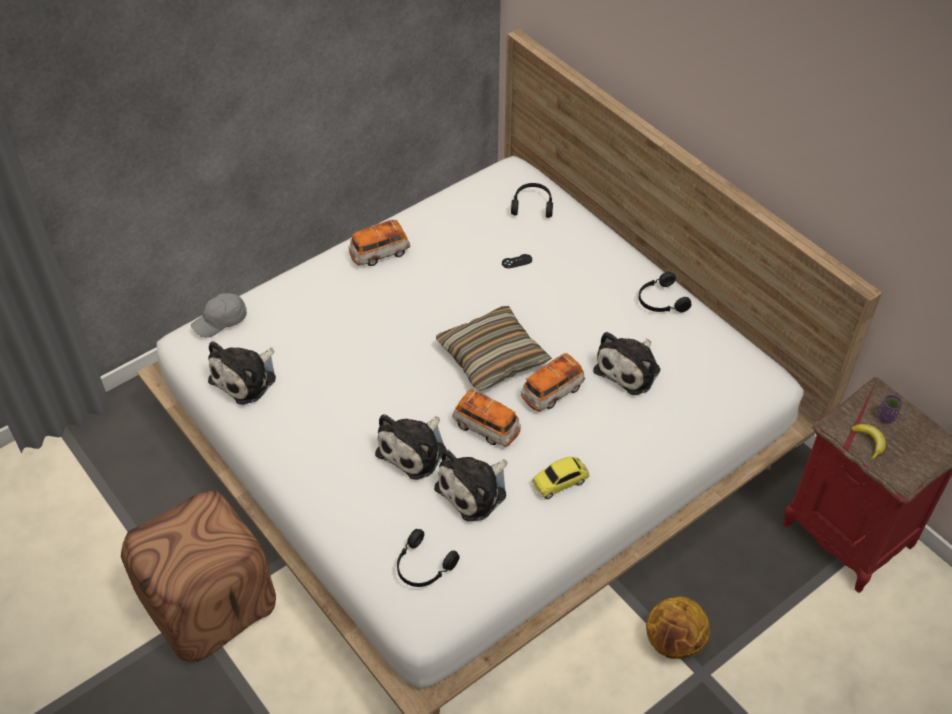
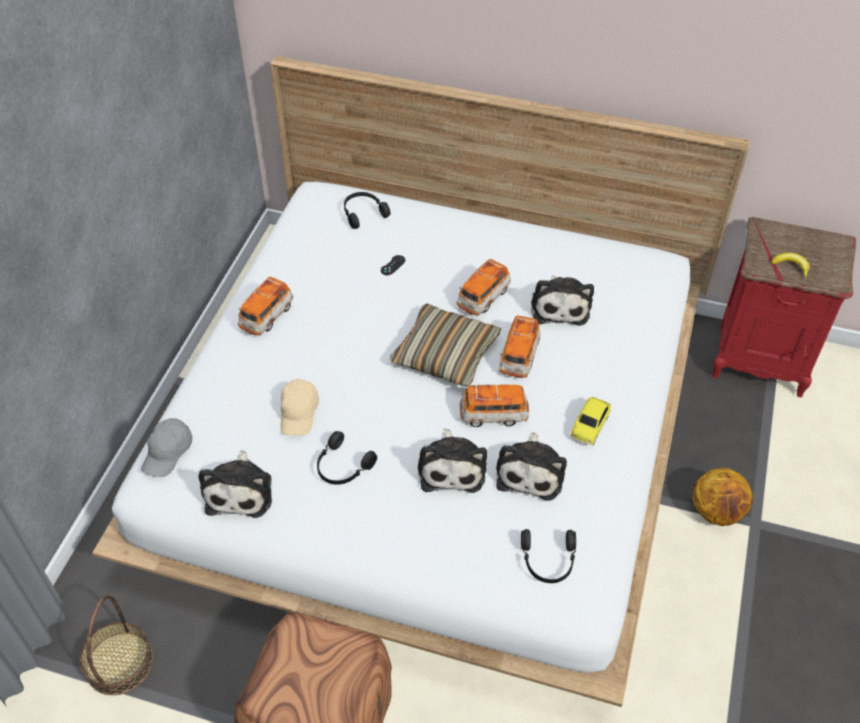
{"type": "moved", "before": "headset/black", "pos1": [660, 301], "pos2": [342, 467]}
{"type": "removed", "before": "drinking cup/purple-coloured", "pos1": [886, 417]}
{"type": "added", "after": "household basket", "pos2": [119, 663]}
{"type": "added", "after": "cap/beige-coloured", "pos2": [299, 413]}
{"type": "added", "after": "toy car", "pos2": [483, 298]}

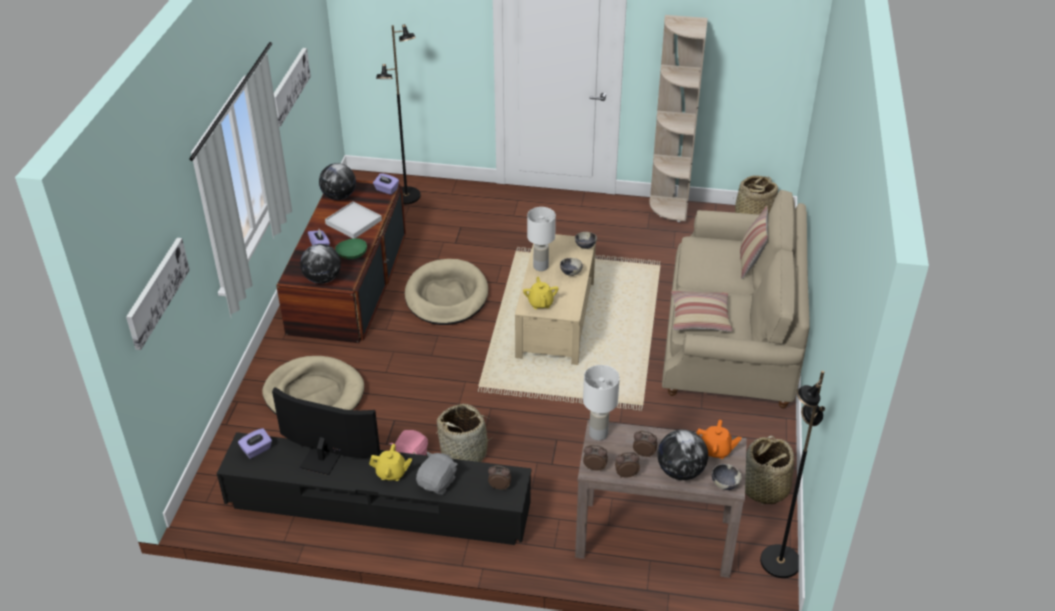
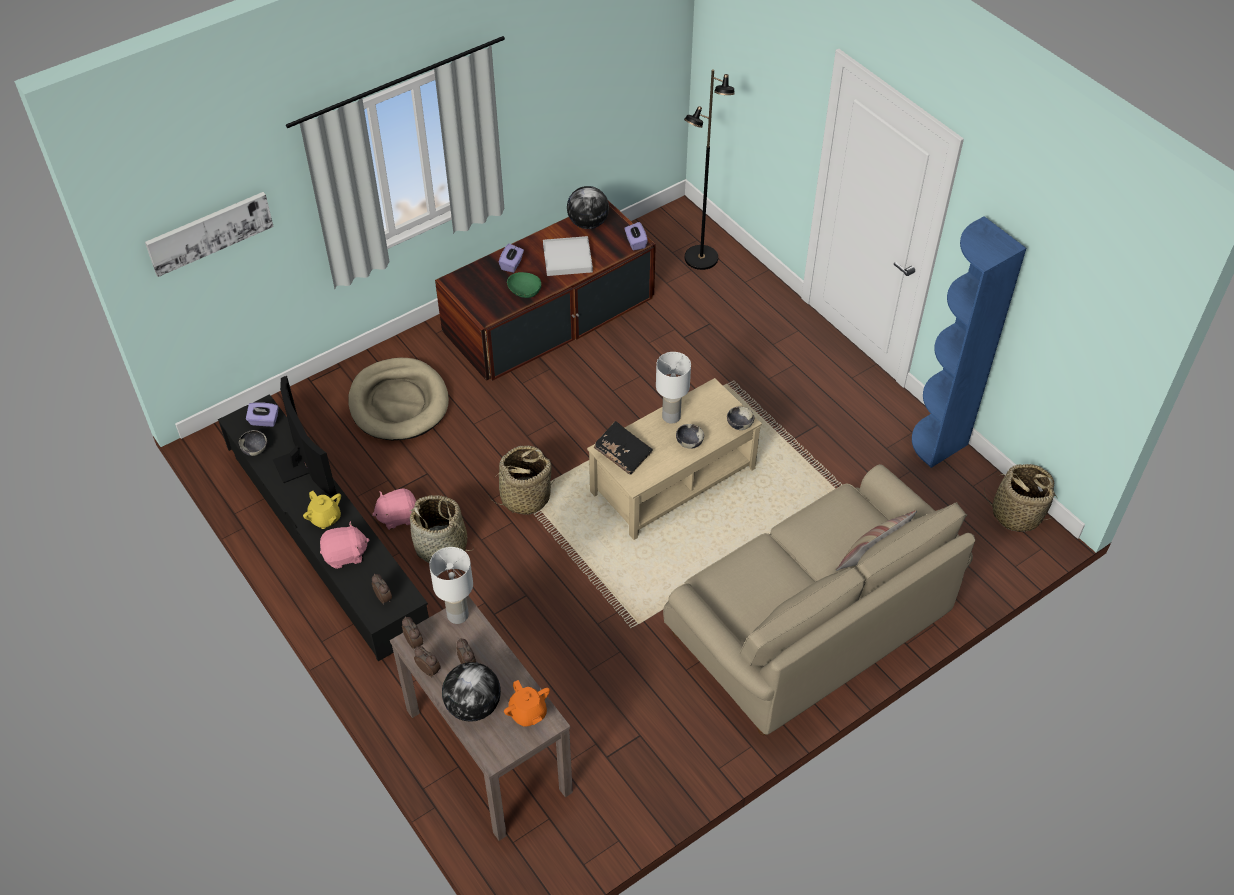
{"type": "removed", "before": "wall picture", "pos1": [289, 86]}
{"type": "removed", "before": "desk globe", "pos1": [323, 279]}
{"type": "removed", "before": "dog cushion/beige-coloured", "pos1": [446, 296]}
{"type": "recoloured", "before": "soft toy/greyish", "after": "soft toy/pink-coloured", "pos1": [437, 483], "pos2": [345, 555]}
{"type": "replaced", "before": "tea pot/yellow", "after": "bound book/black", "pos1": [540, 303], "pos2": [623, 453]}
{"type": "recoloured", "before": "shelving unit/beige-coloured", "after": "shelving unit/bluish", "pos1": [668, 212], "pos2": [933, 445]}
{"type": "removed", "before": "throw pillow", "pos1": [700, 317]}
{"type": "moved", "before": "deep dish", "pos1": [724, 484], "pos2": [255, 450]}
{"type": "moved", "before": "household basket", "pos1": [764, 488], "pos2": [525, 497]}
{"type": "removed", "before": "standing lamp/black", "pos1": [779, 561]}

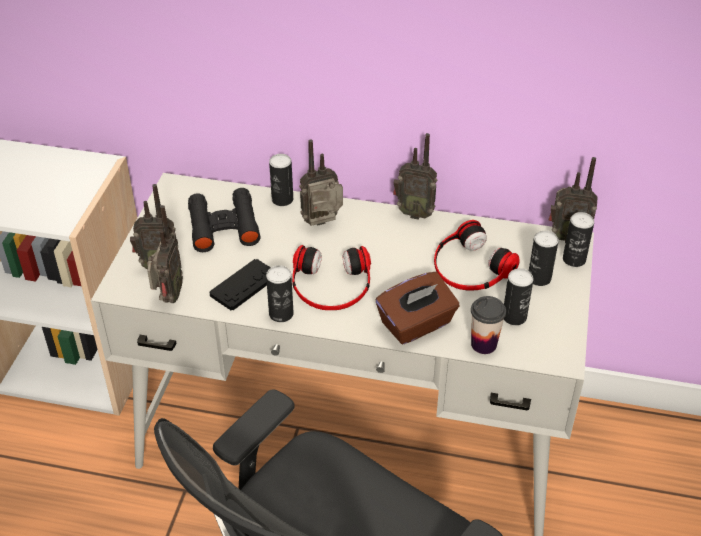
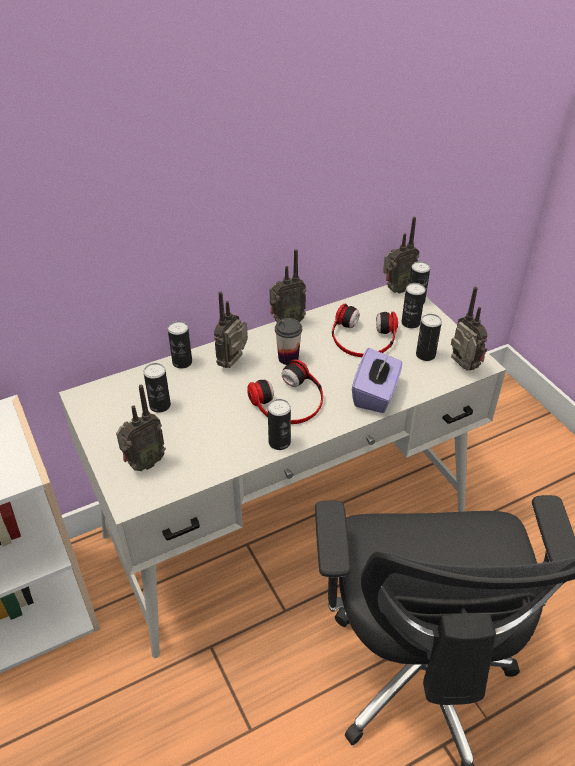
{"type": "moved", "before": "radio receiver", "pos1": [168, 298], "pos2": [462, 368]}
{"type": "replaced", "before": "pair of binoculars/black", "after": "can", "pos1": [223, 226], "pos2": [160, 405]}
{"type": "removed", "before": "gamepad/black", "pos1": [244, 285]}
{"type": "recoloured", "before": "tissue box/brown", "after": "tissue box/purple-coloured", "pos1": [416, 324], "pos2": [375, 394]}
{"type": "moved", "before": "drinking cup", "pos1": [483, 344], "pos2": [288, 358]}

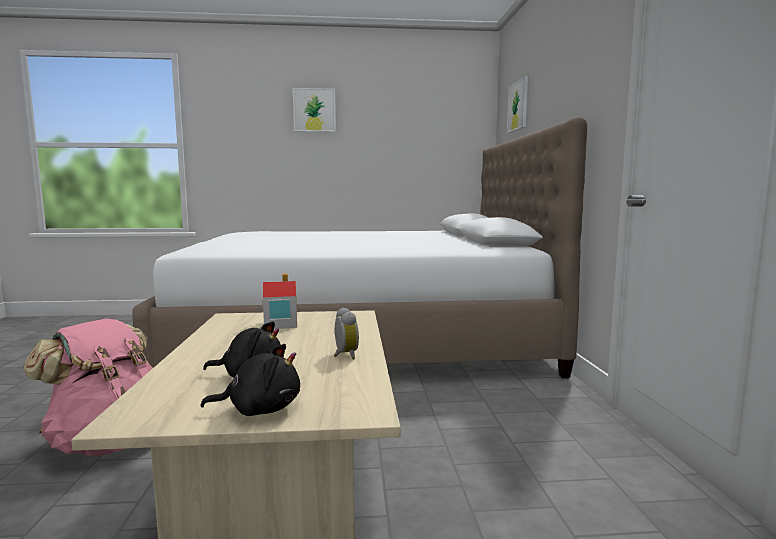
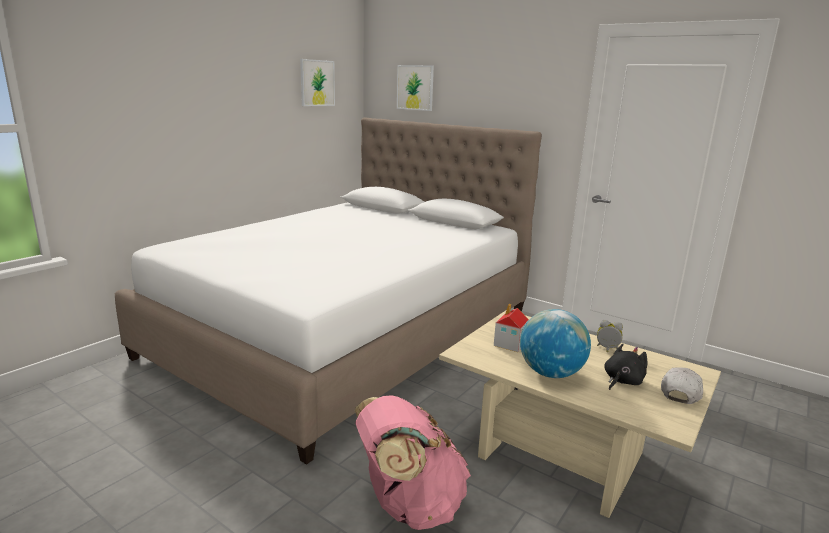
{"type": "replaced", "before": "soft toy/black", "after": "cap/white-coloured", "pos1": [260, 409], "pos2": [681, 392]}
{"type": "moved", "before": "wall picture", "pos1": [314, 110], "pos2": [317, 83]}
{"type": "added", "after": "desk globe", "pos2": [550, 373]}

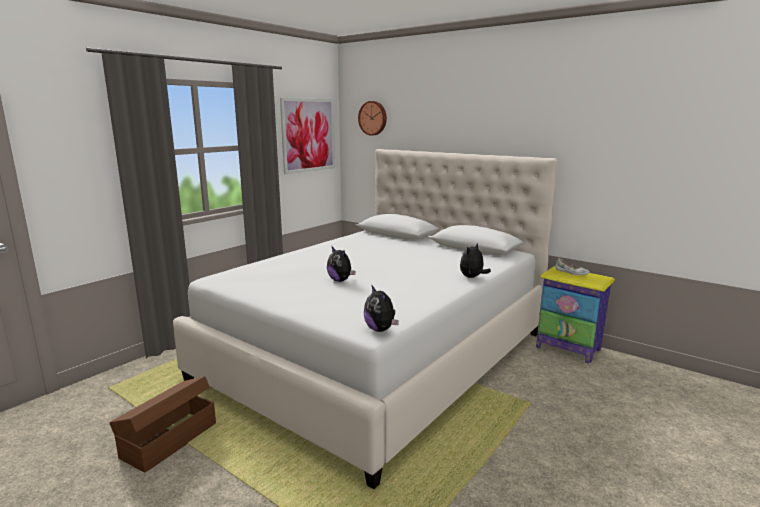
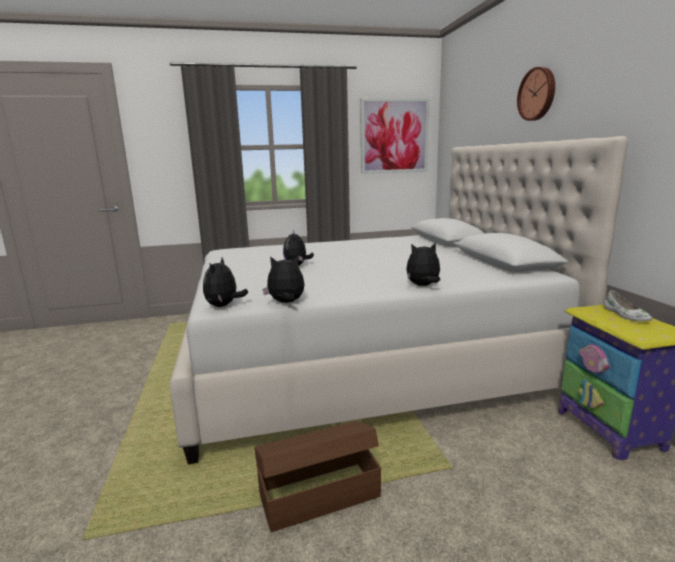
{"type": "moved", "before": "storage container/brown", "pos1": [168, 440], "pos2": [317, 494]}
{"type": "moved", "before": "clock on the wall", "pos1": [373, 118], "pos2": [537, 94]}
{"type": "added", "after": "soft toy", "pos2": [286, 303]}

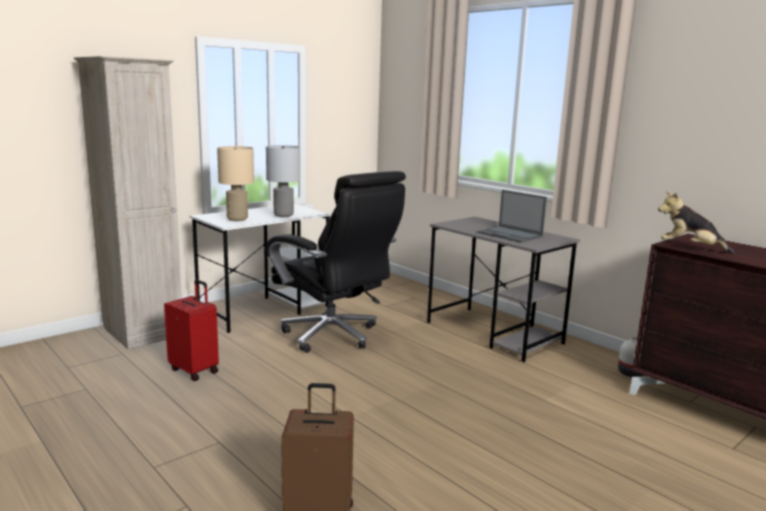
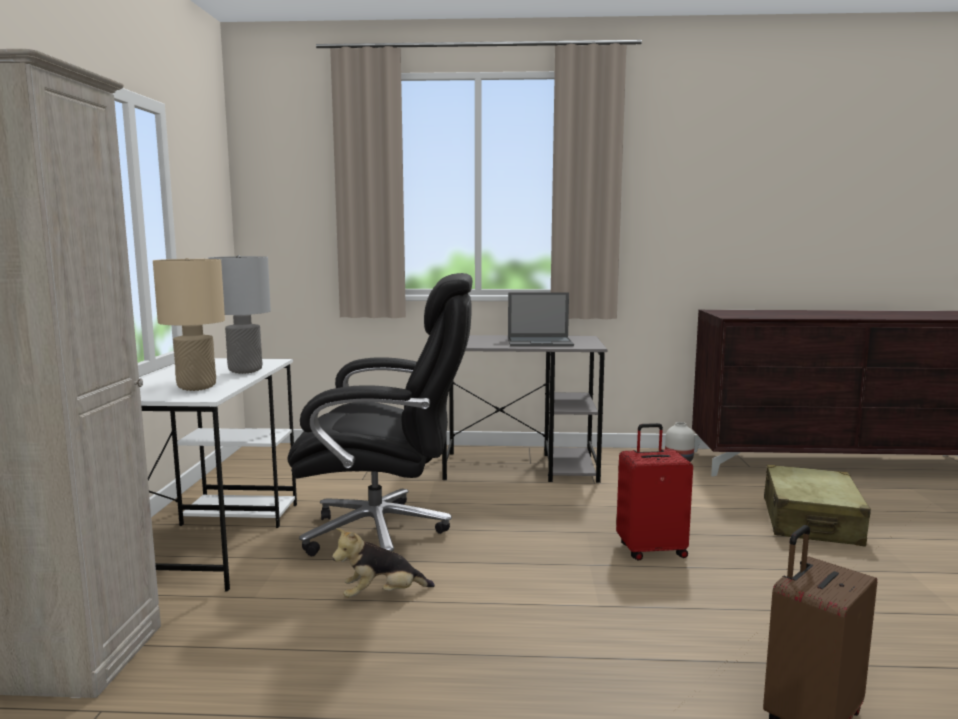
{"type": "moved", "before": "travel case/red", "pos1": [195, 370], "pos2": [651, 550]}
{"type": "moved", "before": "soft toy", "pos1": [689, 248], "pos2": [382, 596]}
{"type": "added", "after": "travel case/beige-coloured", "pos2": [811, 522]}

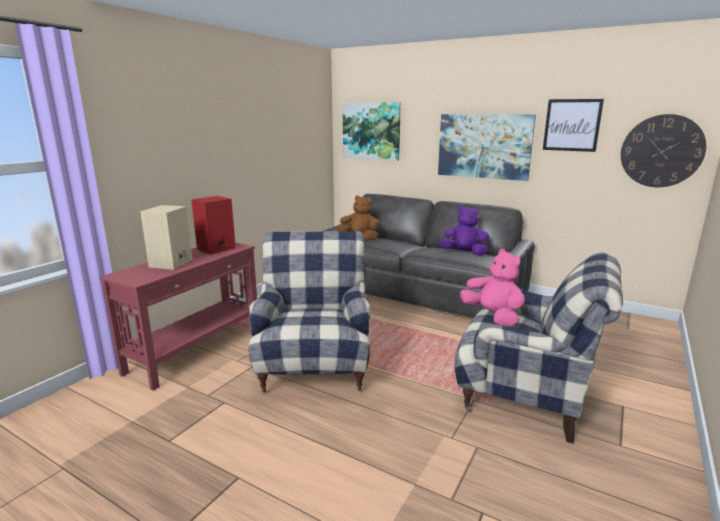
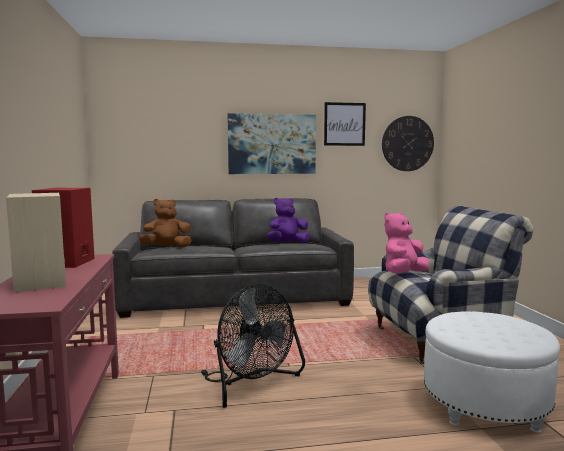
{"type": "replaced", "before": "armchair", "after": "electric fan/black", "pos1": [315, 368], "pos2": [249, 384]}
{"type": "removed", "before": "wall picture", "pos1": [371, 131]}
{"type": "turned", "before": "soft toy/pink-coloured", "pos1": [493, 316], "pos2": [404, 274], "turn": -60}
{"type": "added", "after": "pouffe/white-coloured", "pos2": [484, 407]}

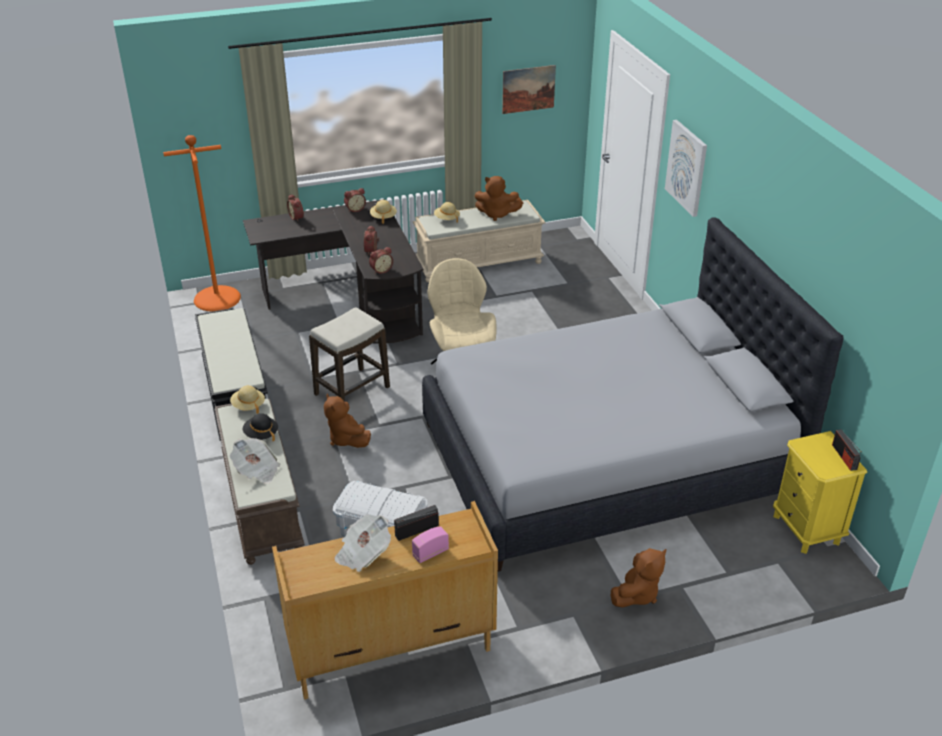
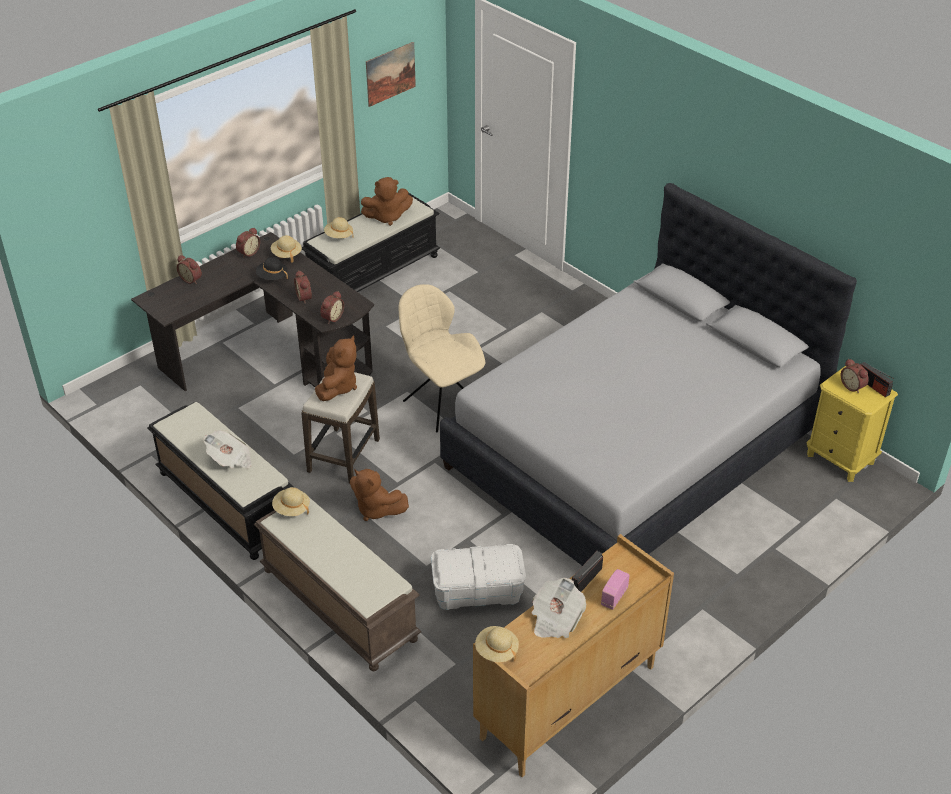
{"type": "removed", "before": "clothes rack/orange-coloured", "pos1": [217, 298]}
{"type": "moved", "before": "printed paper", "pos1": [257, 470], "pos2": [230, 459]}
{"type": "moved", "before": "hat/black", "pos1": [261, 434], "pos2": [272, 277]}
{"type": "recoloured", "before": "indoor bench/beige-coloured", "after": "indoor bench/black", "pos1": [479, 262], "pos2": [374, 272]}
{"type": "moved", "before": "soft toy/brown", "pos1": [636, 594], "pos2": [338, 387]}
{"type": "removed", "before": "wall picture", "pos1": [687, 167]}
{"type": "added", "after": "hat/beige-coloured", "pos2": [496, 651]}
{"type": "added", "after": "table clock", "pos2": [853, 386]}

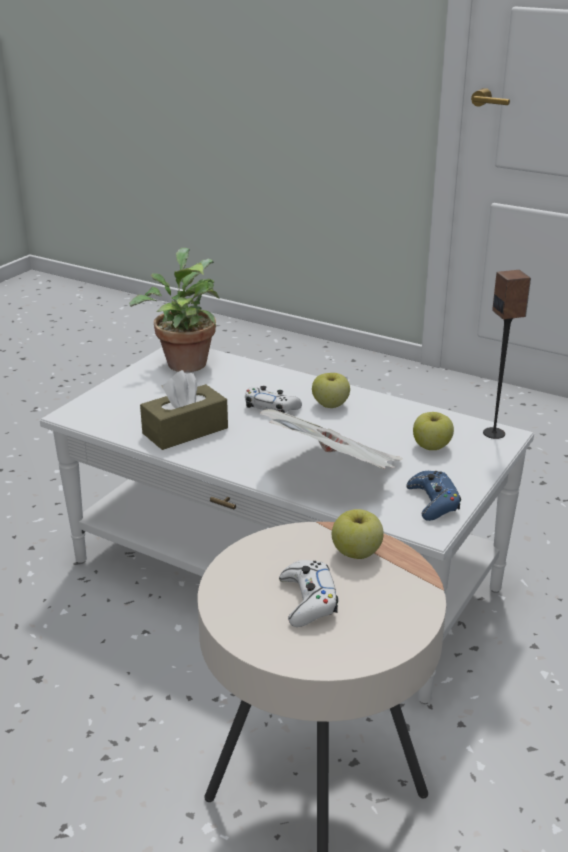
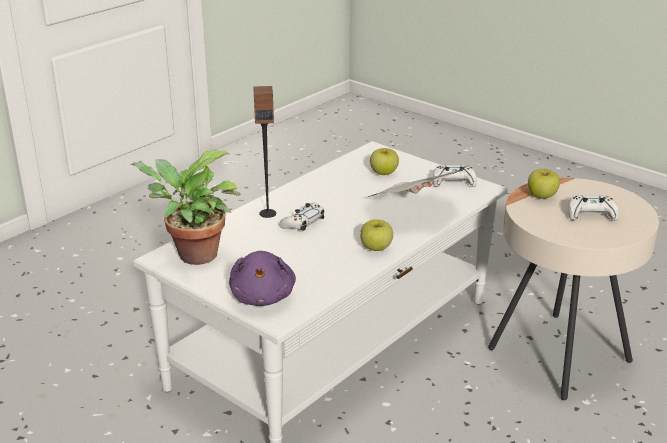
{"type": "removed", "before": "tissue box/brown", "pos1": [185, 431]}
{"type": "moved", "before": "apple fruit", "pos1": [330, 405], "pos2": [376, 248]}
{"type": "recoloured", "before": "gamepad/bluish", "after": "gamepad/white-coloured", "pos1": [433, 502], "pos2": [453, 182]}
{"type": "moved", "before": "speaker", "pos1": [494, 433], "pos2": [267, 213]}
{"type": "added", "after": "soft toy/purple-coloured", "pos2": [263, 296]}

